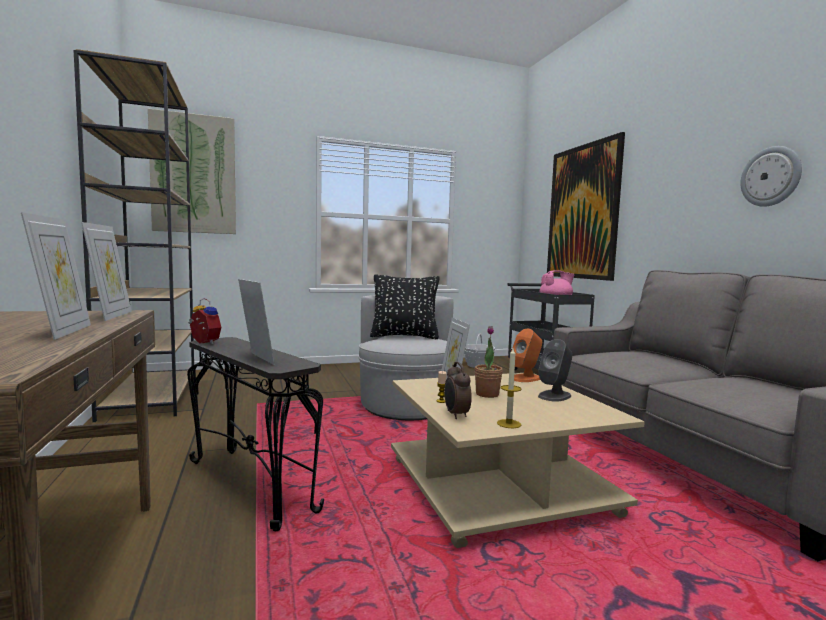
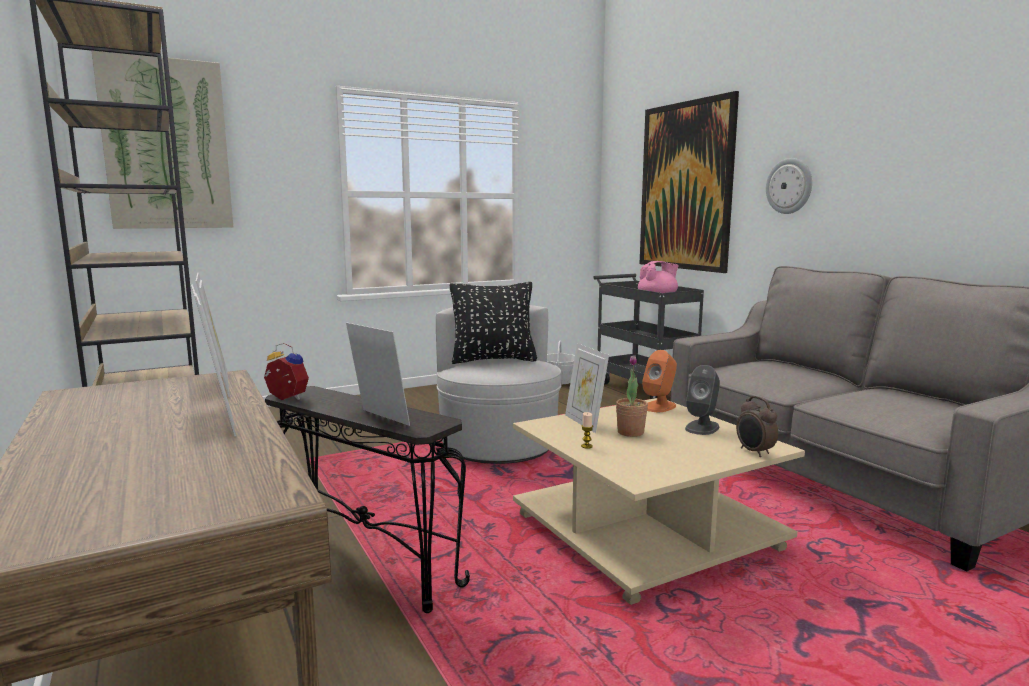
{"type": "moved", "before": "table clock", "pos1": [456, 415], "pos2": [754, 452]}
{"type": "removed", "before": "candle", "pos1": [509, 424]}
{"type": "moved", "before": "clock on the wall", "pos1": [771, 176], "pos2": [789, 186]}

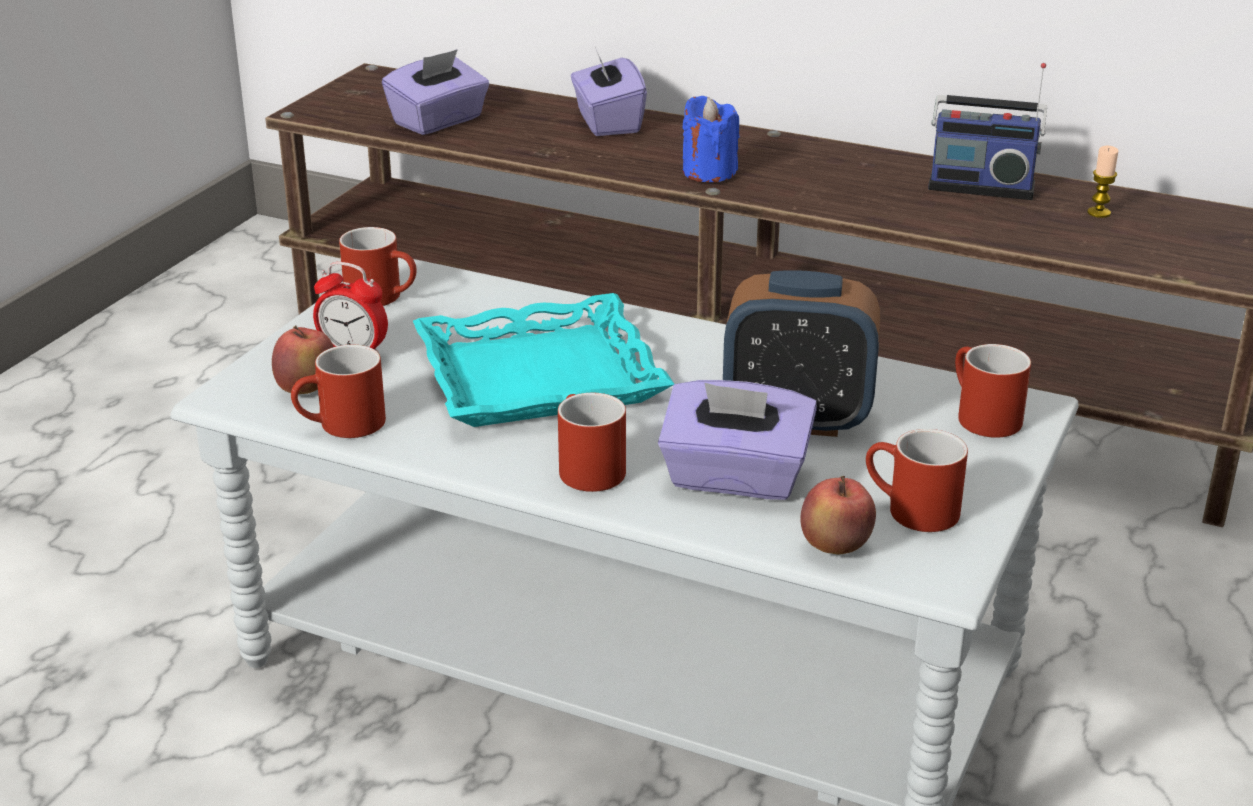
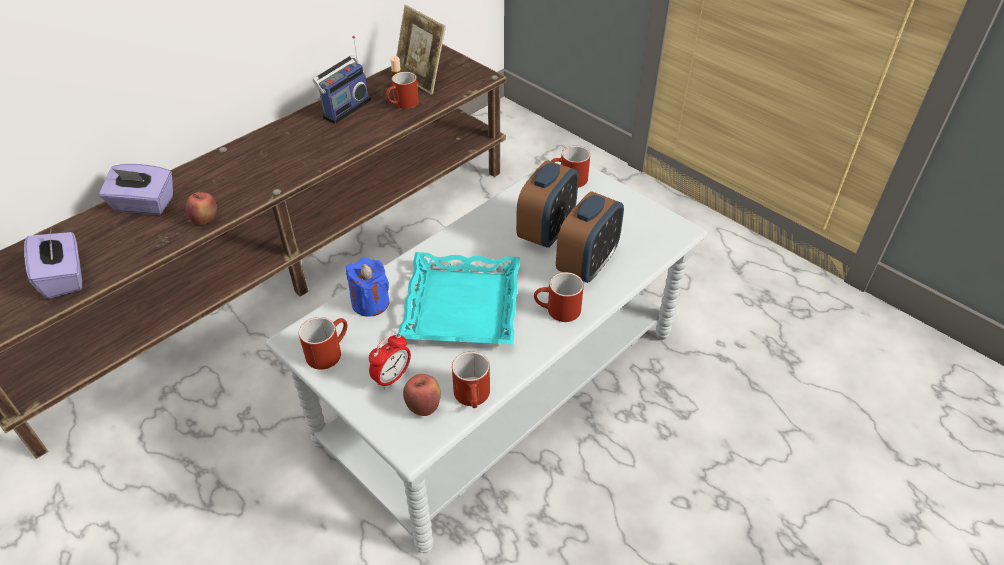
{"type": "replaced", "before": "tissue box/purple-coloured", "after": "table clock", "pos1": [735, 478], "pos2": [587, 265]}
{"type": "moved", "before": "candle/bluish", "pos1": [709, 172], "pos2": [370, 303]}
{"type": "moved", "before": "apple fruit", "pos1": [835, 548], "pos2": [205, 220]}
{"type": "moved", "before": "mug/red", "pos1": [909, 510], "pos2": [403, 104]}
{"type": "added", "after": "standing frame", "pos2": [421, 80]}

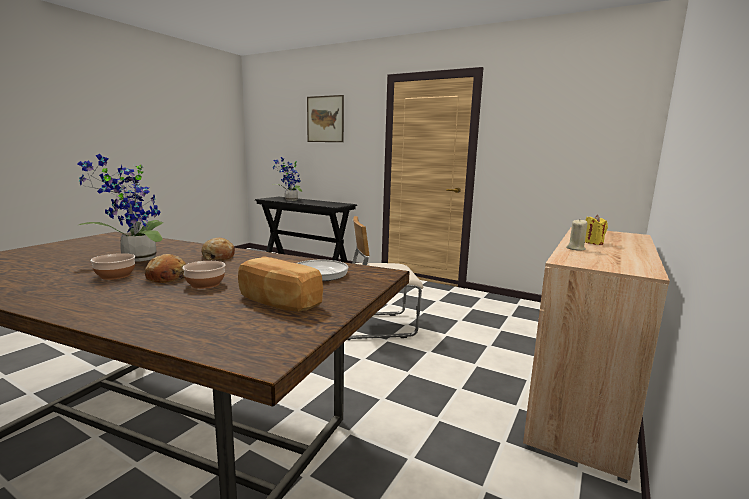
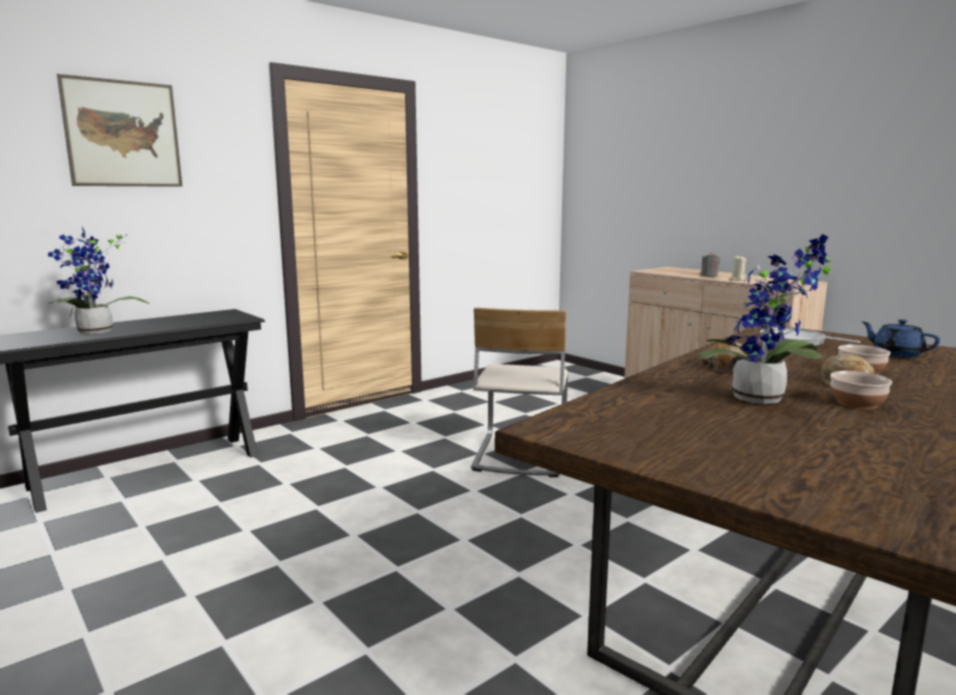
{"type": "replaced", "before": "bread", "after": "tea pot/bluish", "pos1": [278, 302], "pos2": [896, 354]}
{"type": "recoloured", "before": "candle/yellow", "after": "candle/greyish", "pos1": [592, 242], "pos2": [709, 275]}

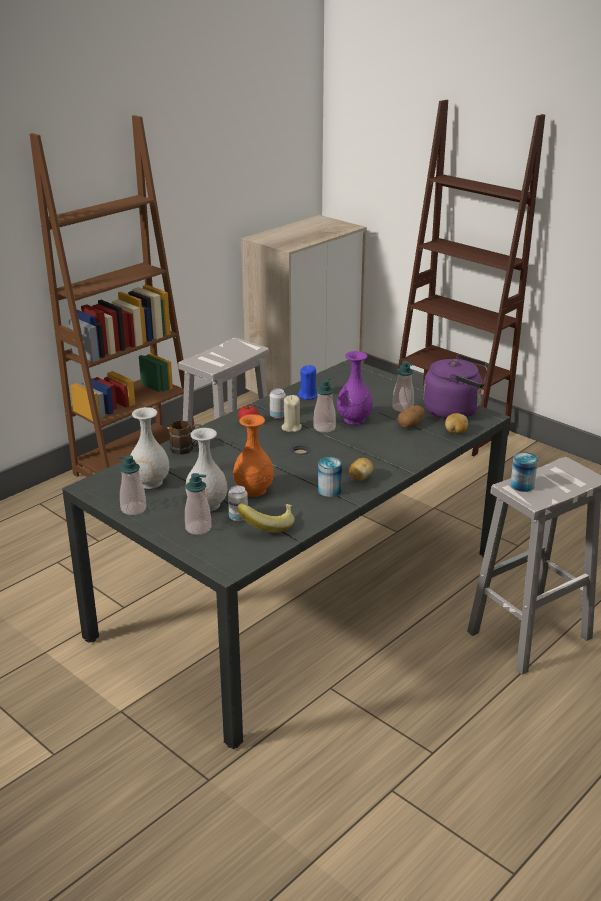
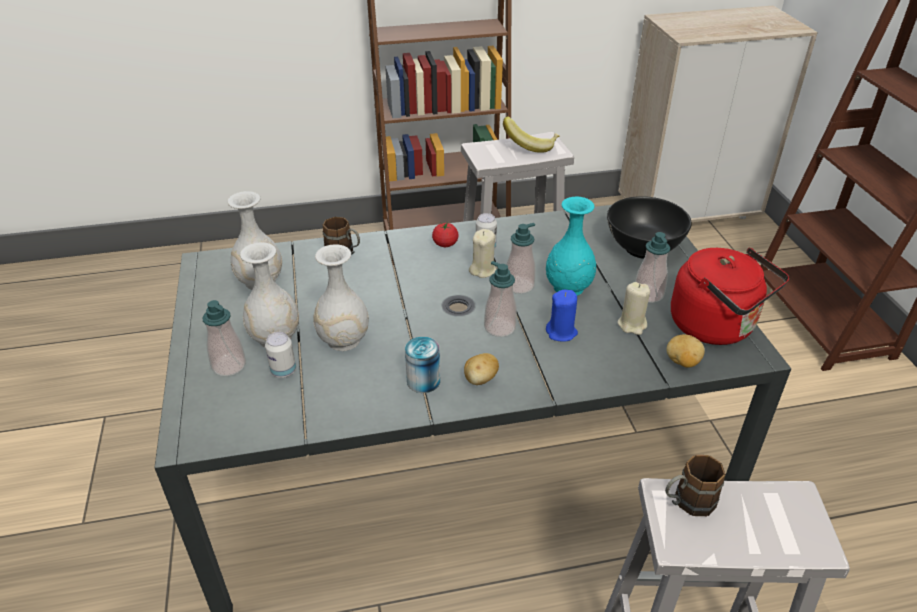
{"type": "moved", "before": "soap dispenser", "pos1": [133, 509], "pos2": [500, 327]}
{"type": "recoloured", "before": "decorative vase/orange-coloured", "after": "decorative vase/white-coloured", "pos1": [253, 490], "pos2": [343, 340]}
{"type": "moved", "before": "banana", "pos1": [268, 525], "pos2": [531, 145]}
{"type": "moved", "before": "candle/bluish", "pos1": [308, 395], "pos2": [561, 332]}
{"type": "recoloured", "before": "decorative vase/purple-coloured", "after": "decorative vase/blue-green", "pos1": [353, 419], "pos2": [567, 287]}
{"type": "replaced", "before": "potato", "after": "candle/beige-coloured", "pos1": [411, 425], "pos2": [632, 324]}
{"type": "recoloured", "before": "kettle/purple-coloured", "after": "kettle/red", "pos1": [455, 411], "pos2": [716, 327]}
{"type": "replaced", "before": "can", "after": "mug/brown", "pos1": [522, 485], "pos2": [687, 503]}
{"type": "added", "after": "deep dish/black", "pos2": [644, 248]}

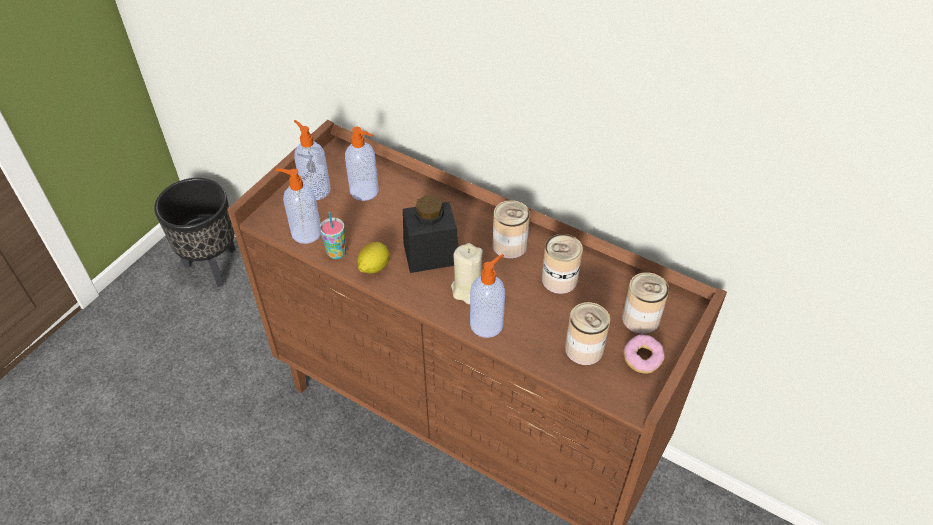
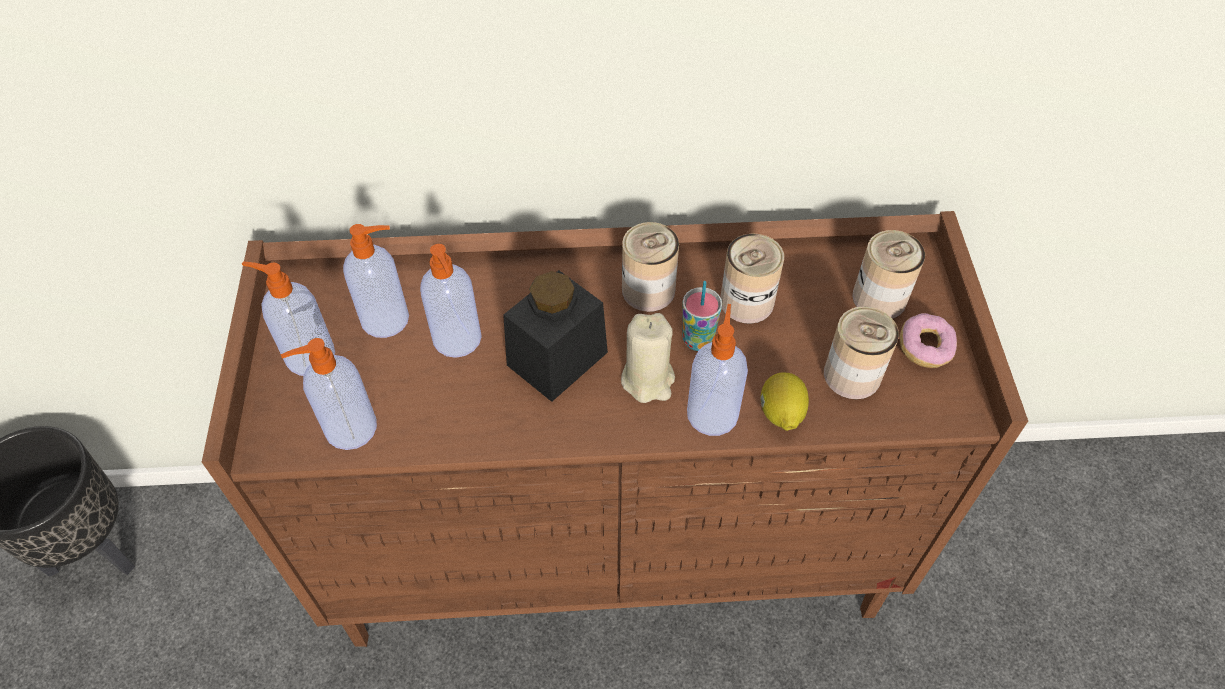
{"type": "moved", "before": "drinking cup", "pos1": [336, 253], "pos2": [697, 340]}
{"type": "moved", "before": "citrus fruit", "pos1": [374, 267], "pos2": [780, 413]}
{"type": "added", "after": "soap dispenser", "pos2": [458, 340]}

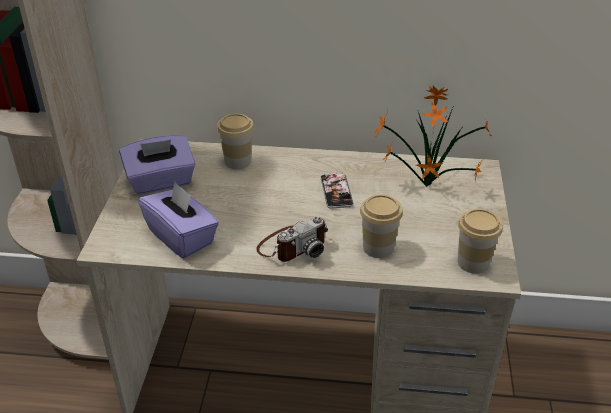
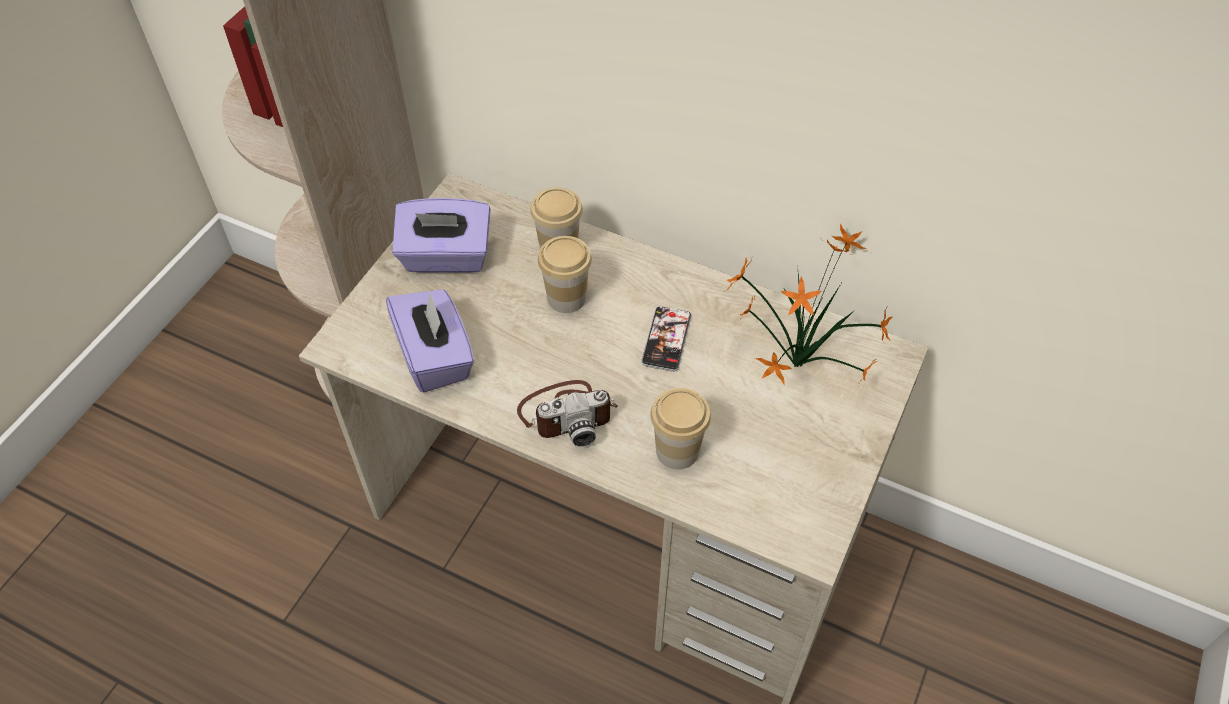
{"type": "moved", "before": "drinking cup", "pos1": [473, 262], "pos2": [566, 298]}

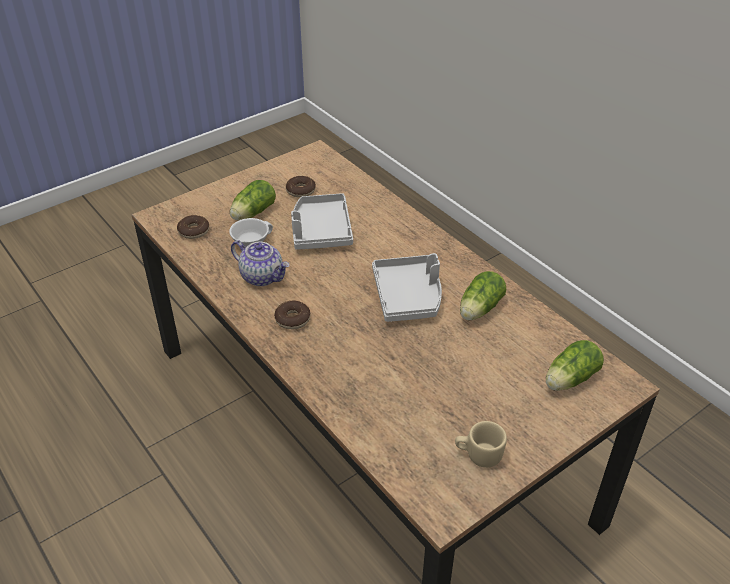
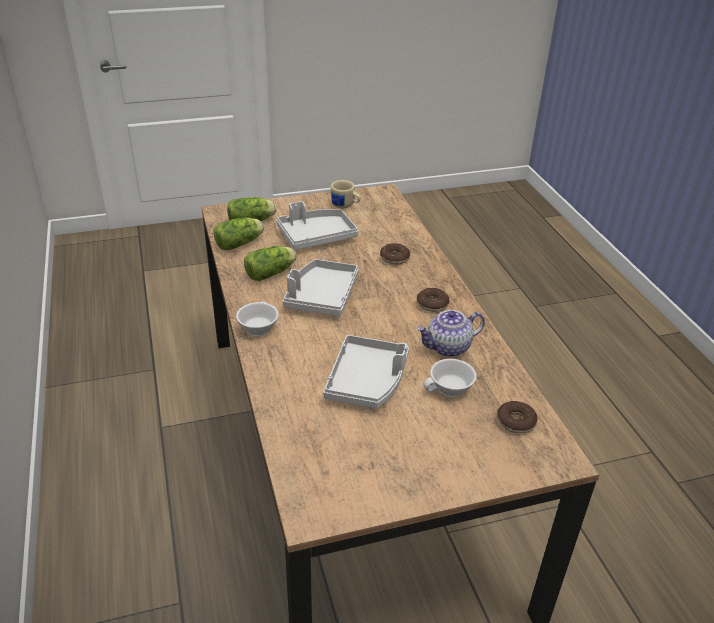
{"type": "moved", "before": "lettuce head", "pos1": [252, 213], "pos2": [240, 243]}
{"type": "turned", "before": "tea pot", "pos1": [262, 276], "pos2": [448, 347], "turn": -75}
{"type": "moved", "before": "donut", "pos1": [301, 191], "pos2": [394, 258]}
{"type": "added", "after": "drinking cup/white-coloured", "pos2": [257, 327]}
{"type": "added", "after": "carrying tray/greyish", "pos2": [316, 236]}

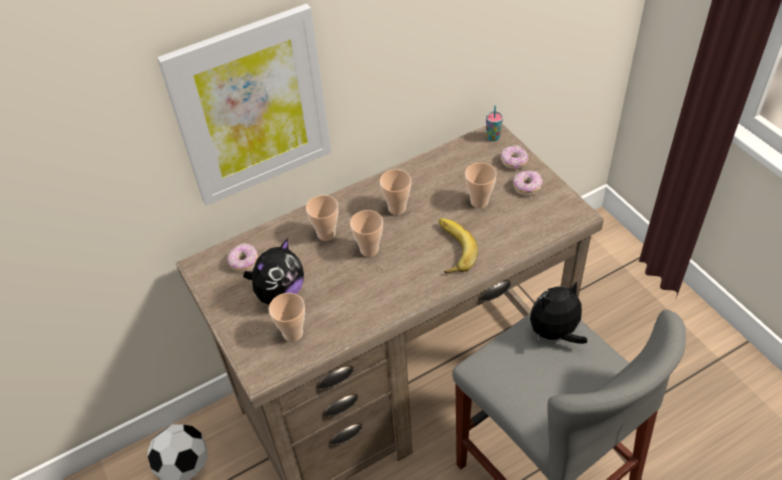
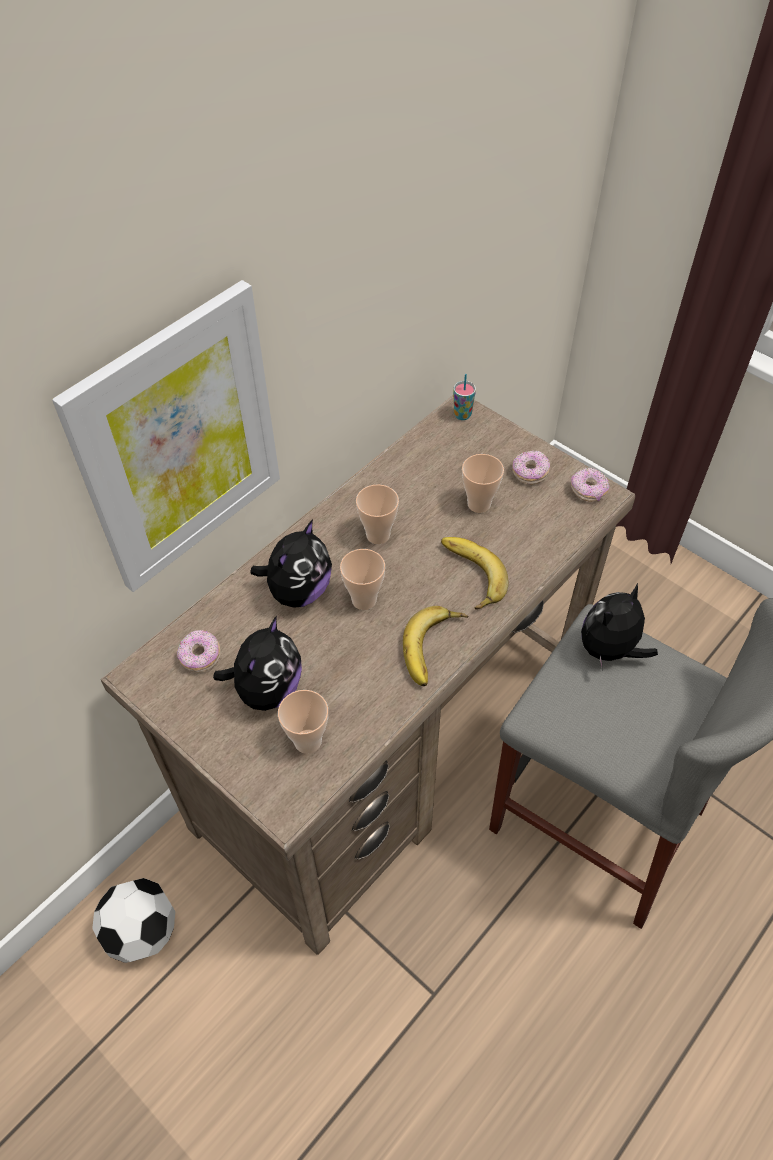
{"type": "replaced", "before": "drinking cup", "after": "soft toy", "pos1": [326, 234], "pos2": [298, 591]}
{"type": "moved", "before": "donut", "pos1": [514, 162], "pos2": [588, 491]}
{"type": "added", "after": "banana", "pos2": [435, 649]}

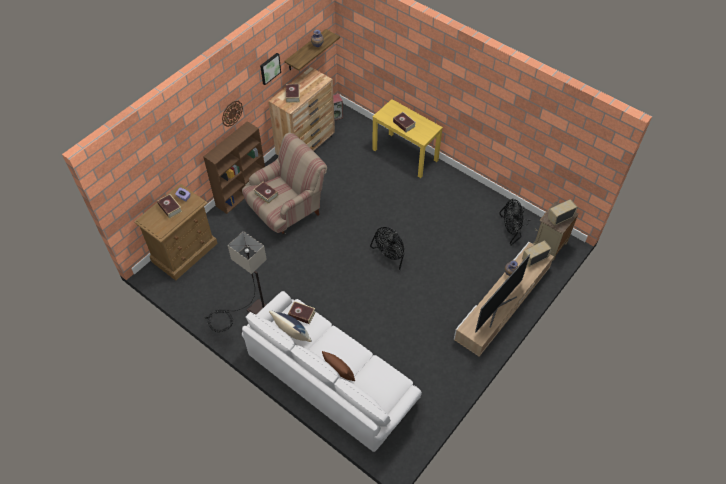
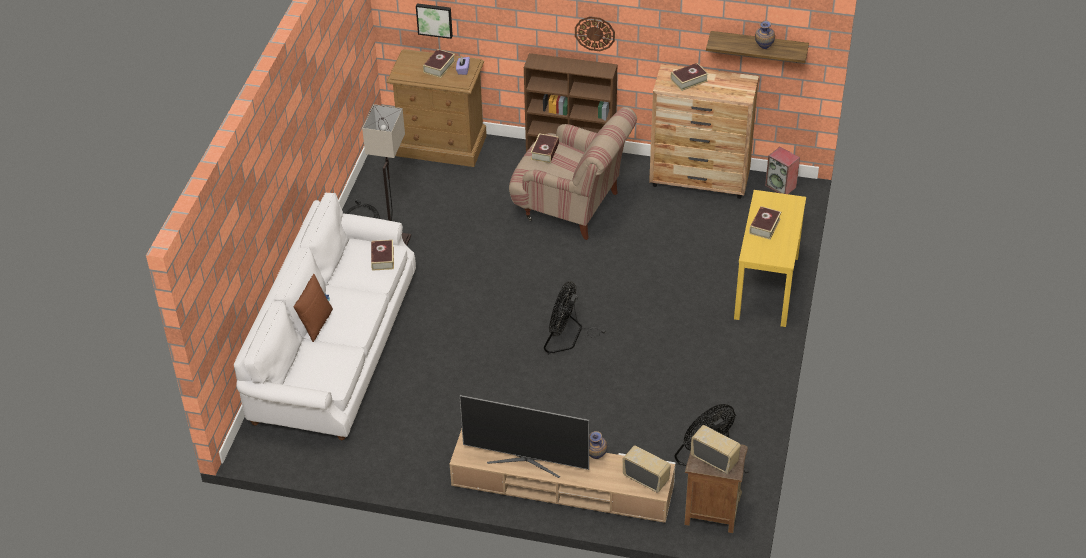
{"type": "moved", "before": "wall picture", "pos1": [269, 68], "pos2": [434, 19]}
{"type": "removed", "before": "throw pillow/bluish", "pos1": [291, 334]}

